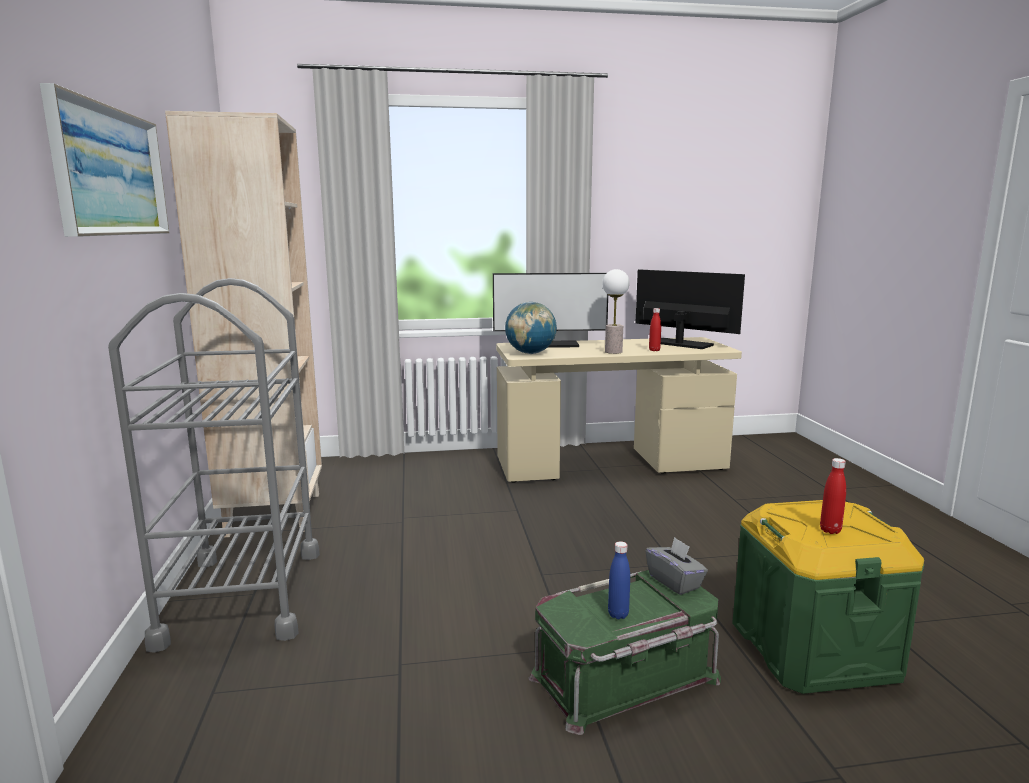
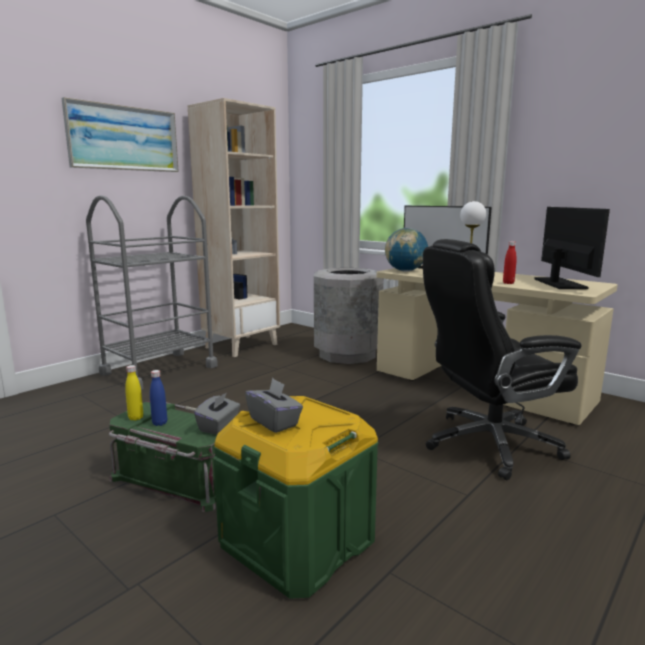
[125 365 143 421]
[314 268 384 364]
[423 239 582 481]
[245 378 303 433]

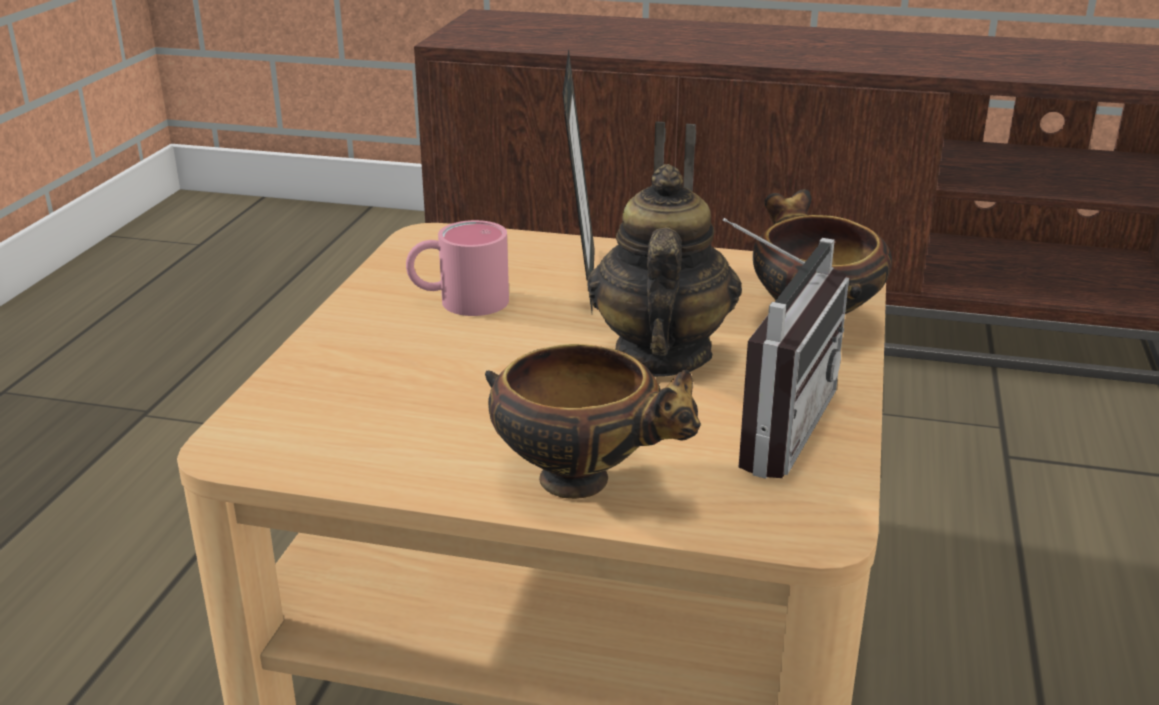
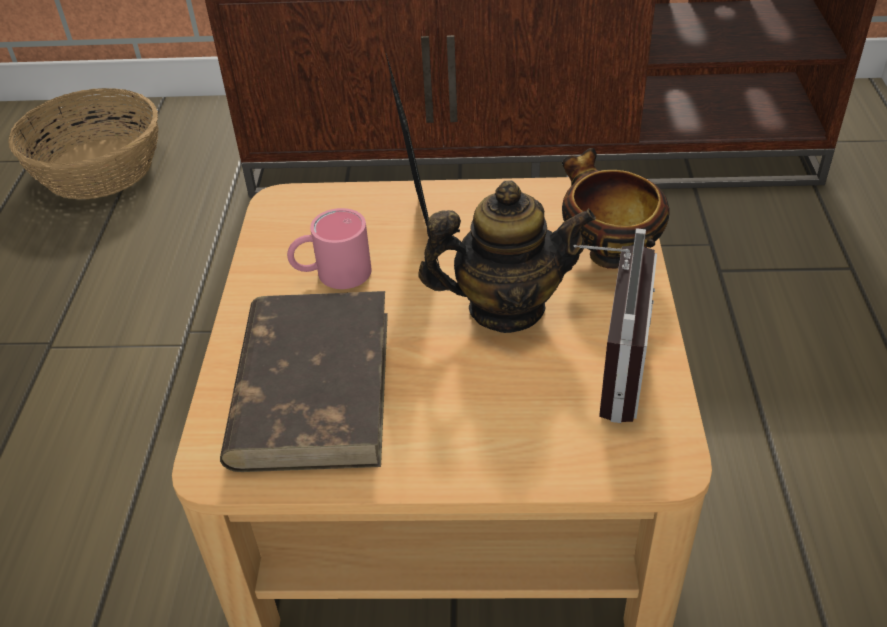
[485 344 701 499] (first image)
[8 88 159 199]
[220 291 388 472]
[418 180 596 333]

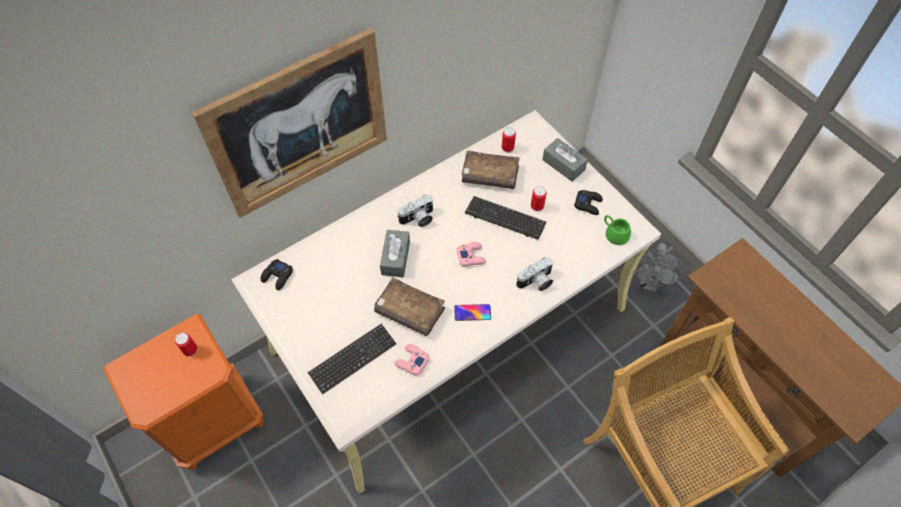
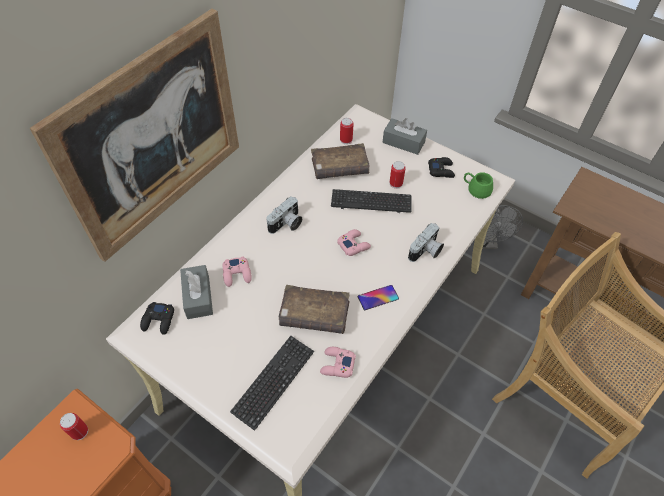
[223 256 252 287]
[180 265 213 319]

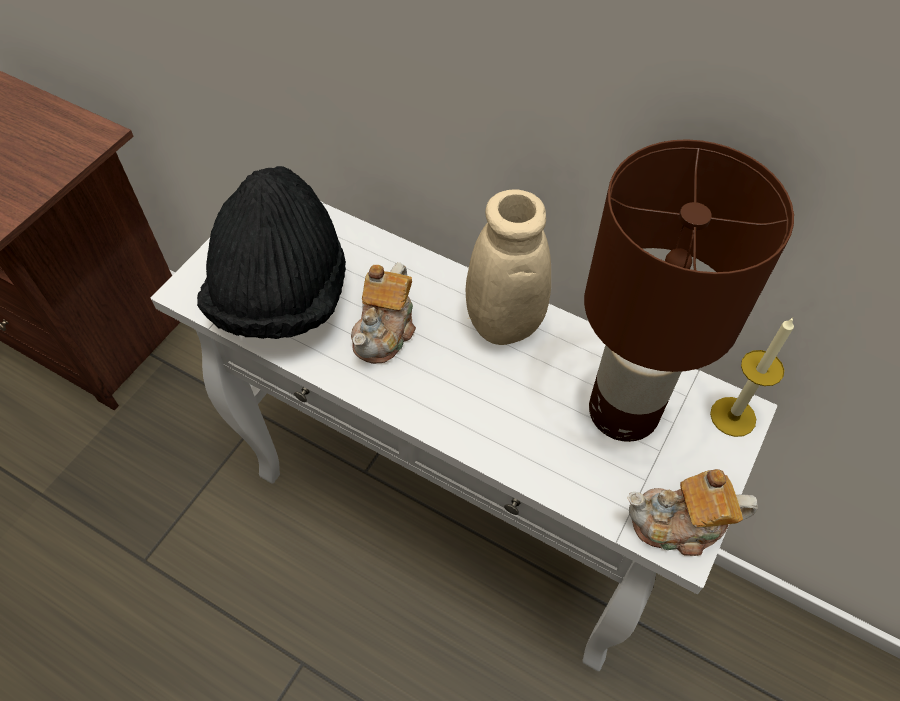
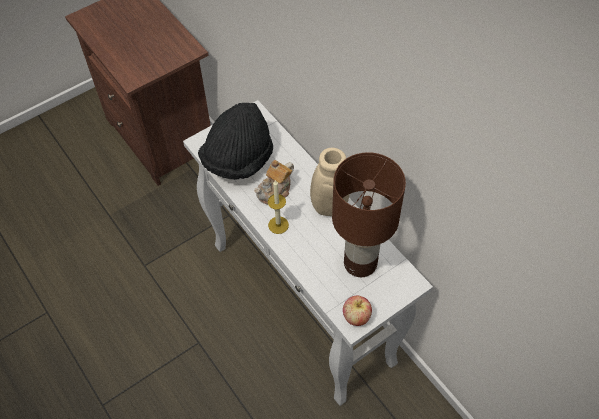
[268 180 289 234]
[343 295 372 326]

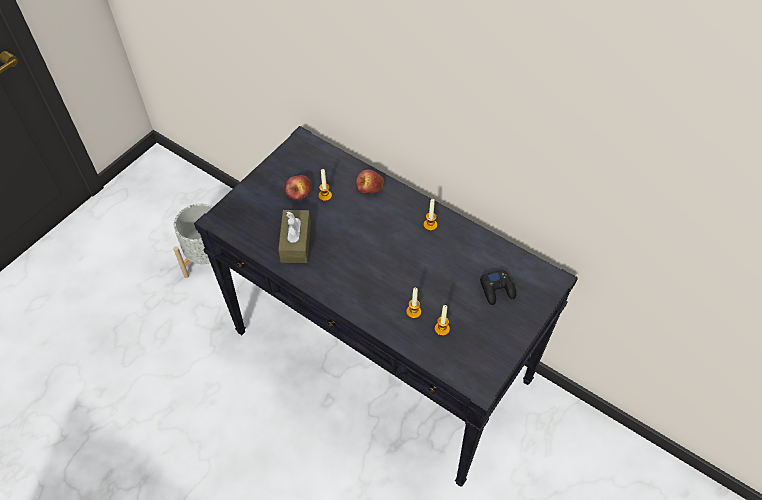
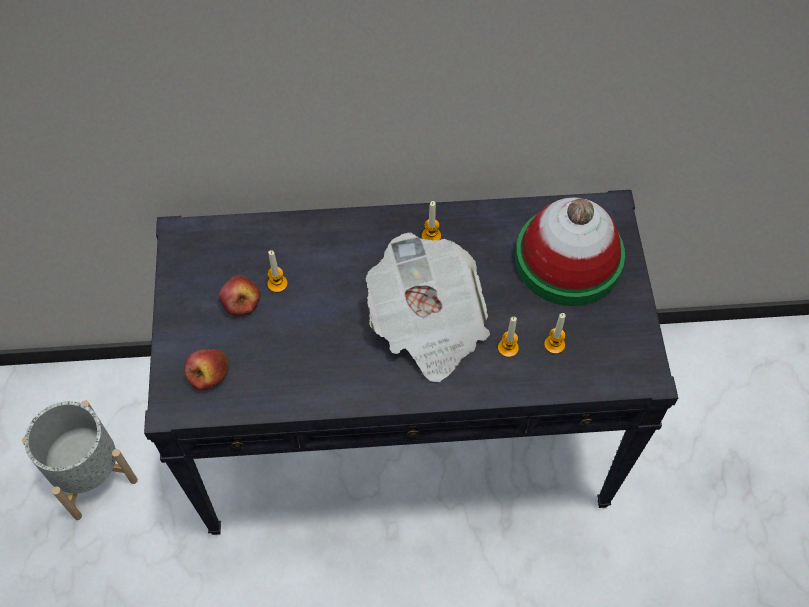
[278 210 311 263] (first image)
[366 232 490 382]
[184 349 229 390]
[515 197 625 306]

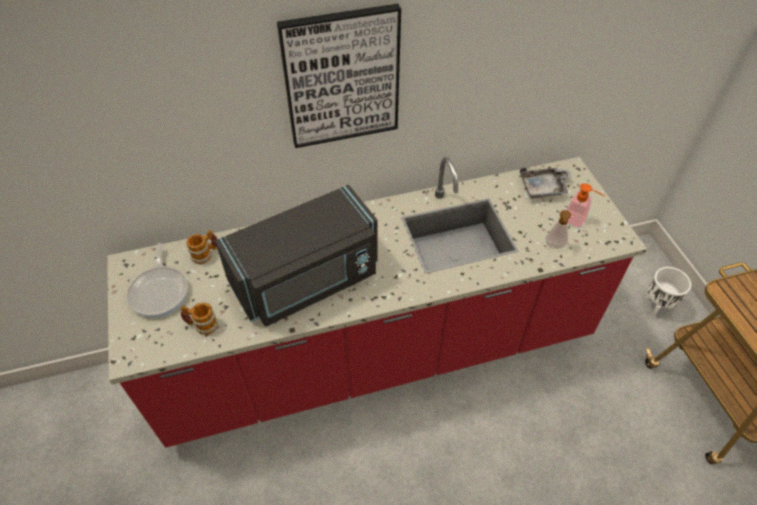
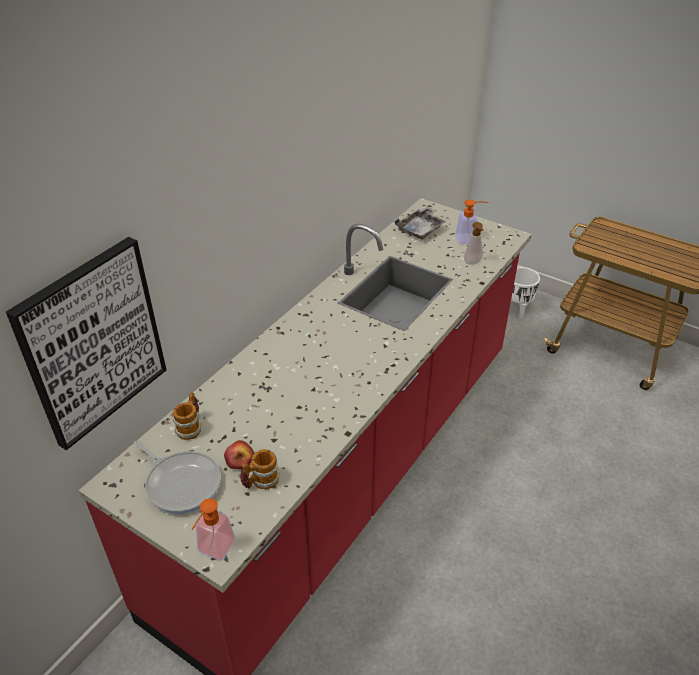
[215 185 378 327] (first image)
[191 498 236 560]
[224 440 254 469]
[6 237 166 450]

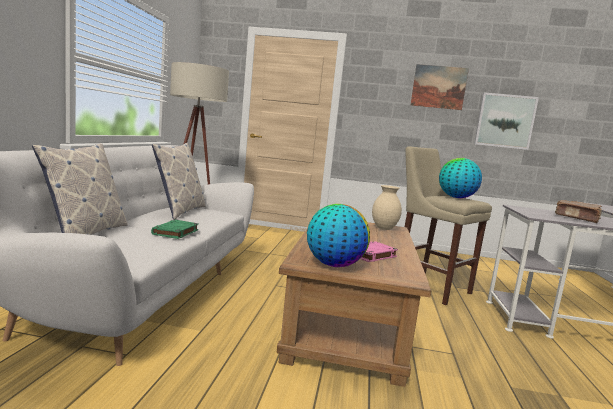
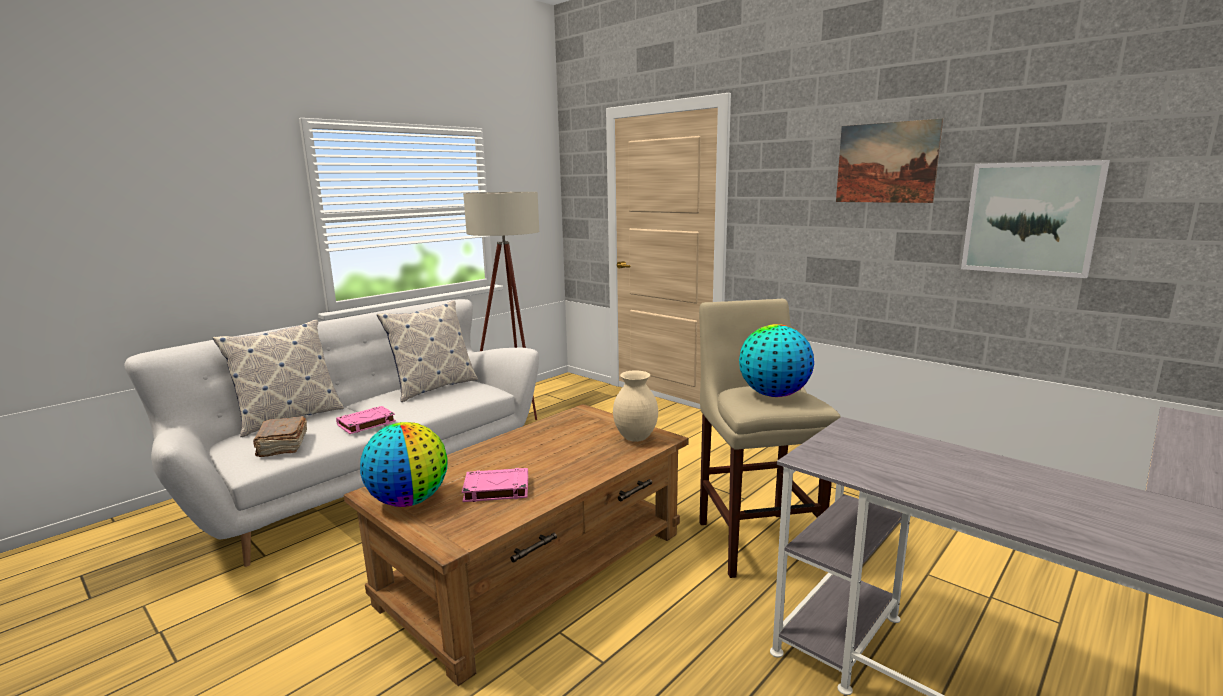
[253 416 307 457]
[336 406 396 434]

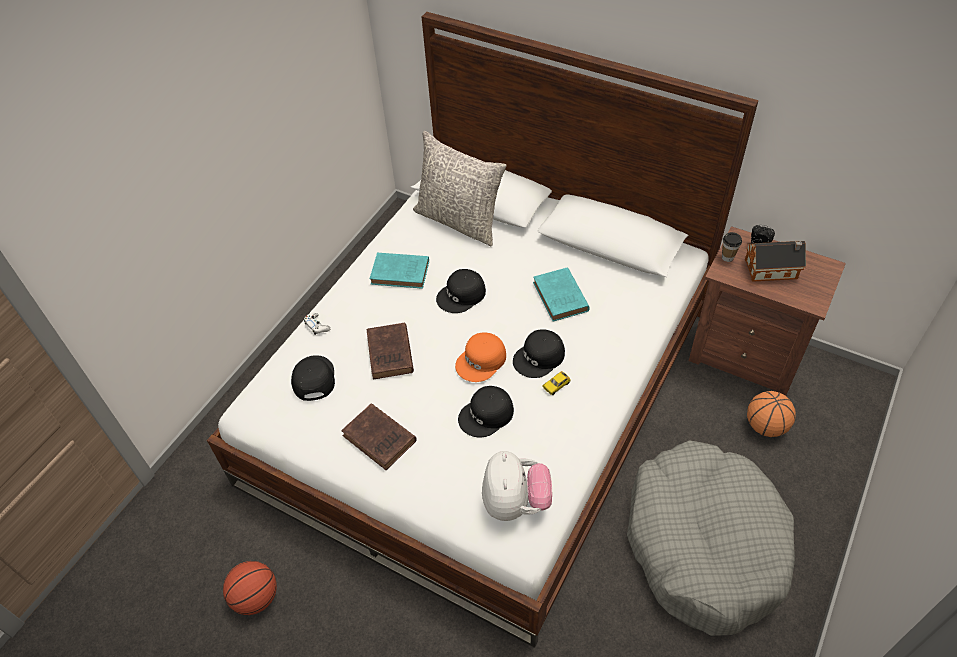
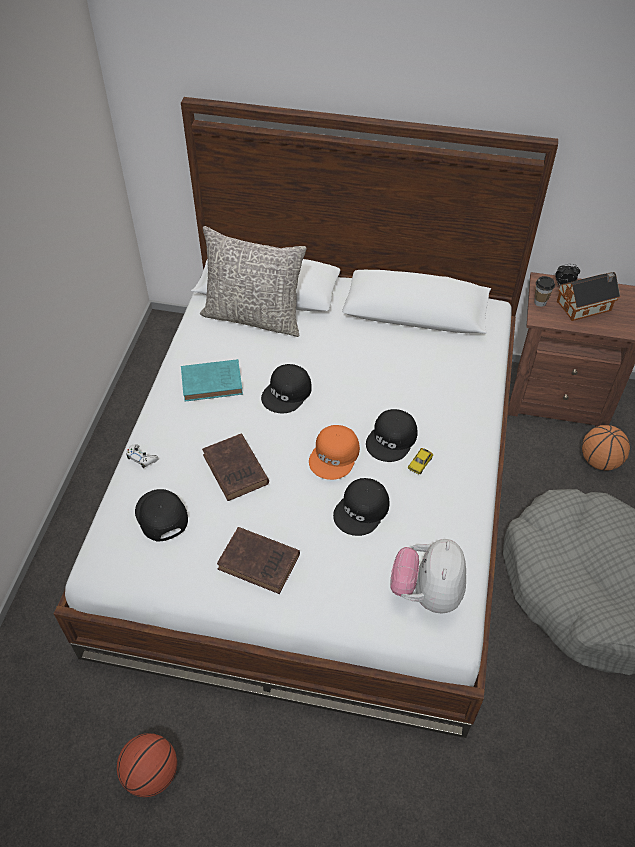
[533 267 590 321] (first image)
[390 539 466 613]

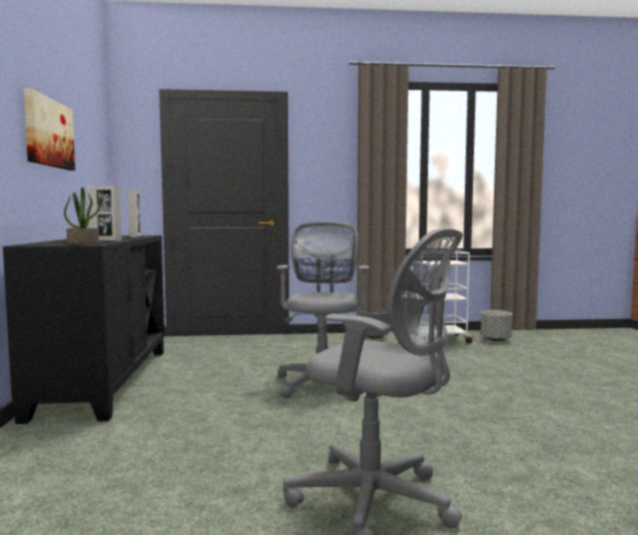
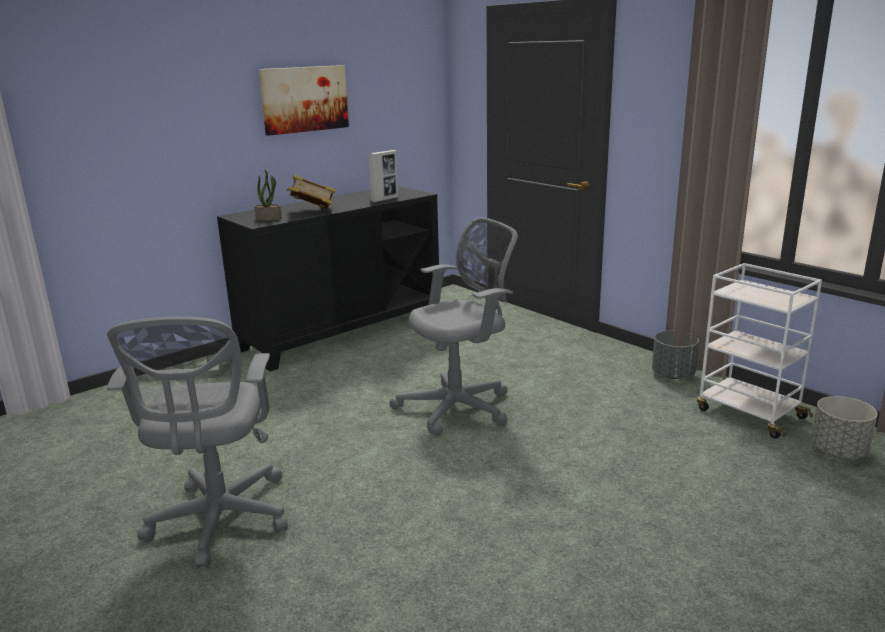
[286 175 336 209]

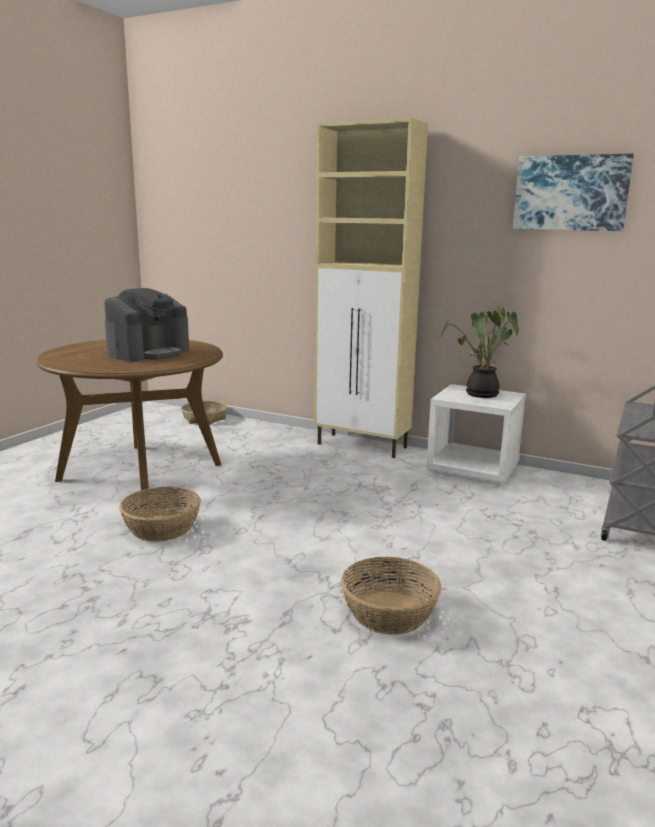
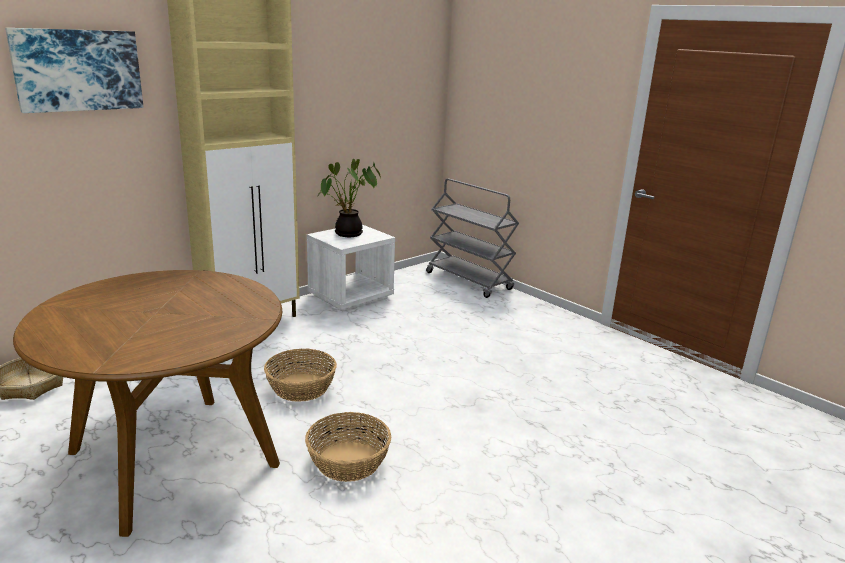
[104 288 189 362] (first image)
[264 349 337 402]
[5 28 143 113]

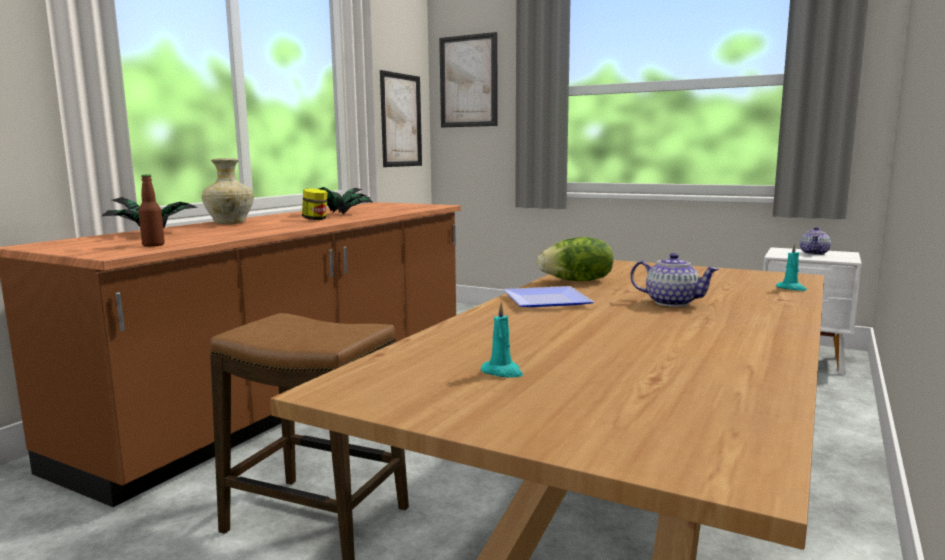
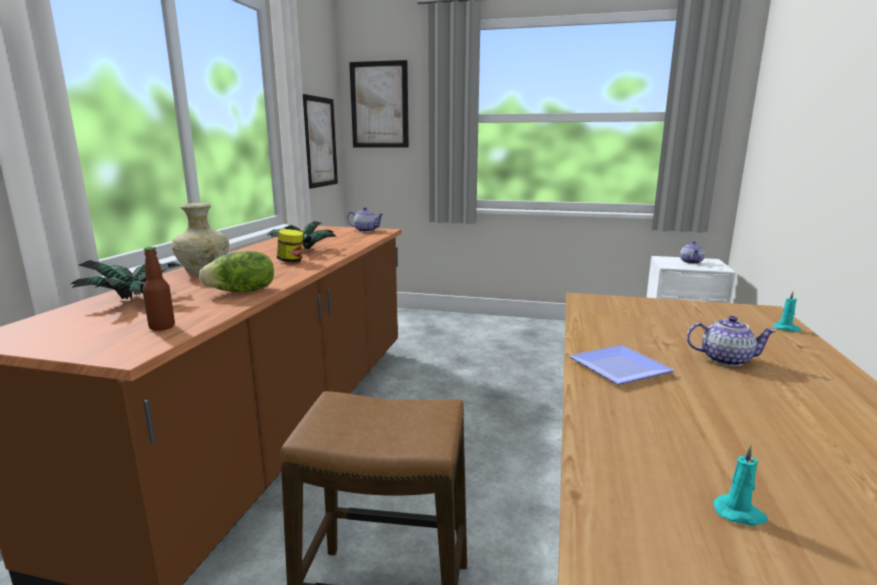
[347 207 384 232]
[199 251 274 292]

